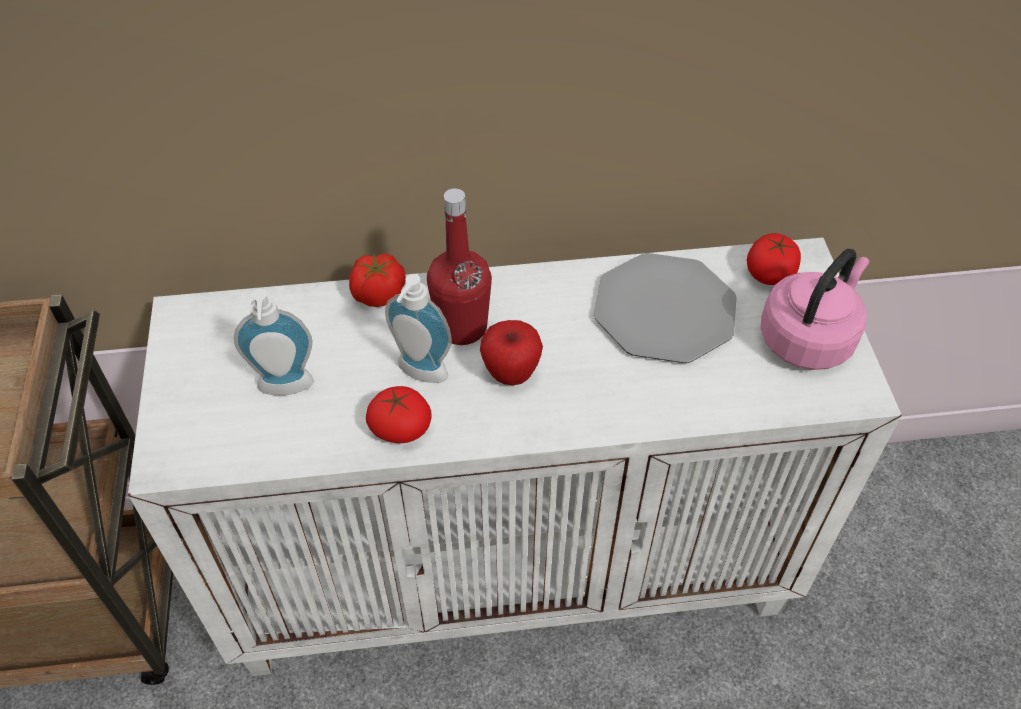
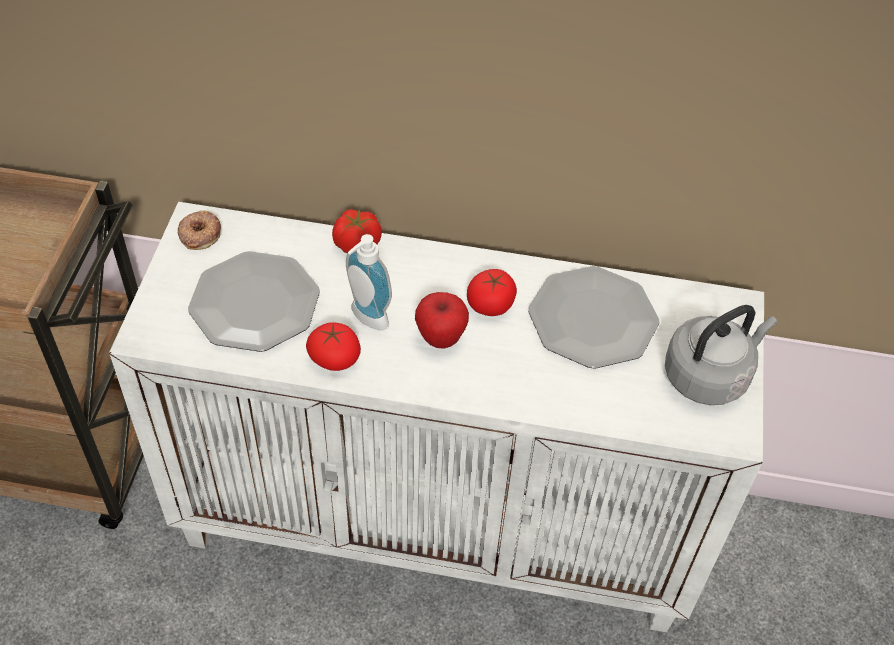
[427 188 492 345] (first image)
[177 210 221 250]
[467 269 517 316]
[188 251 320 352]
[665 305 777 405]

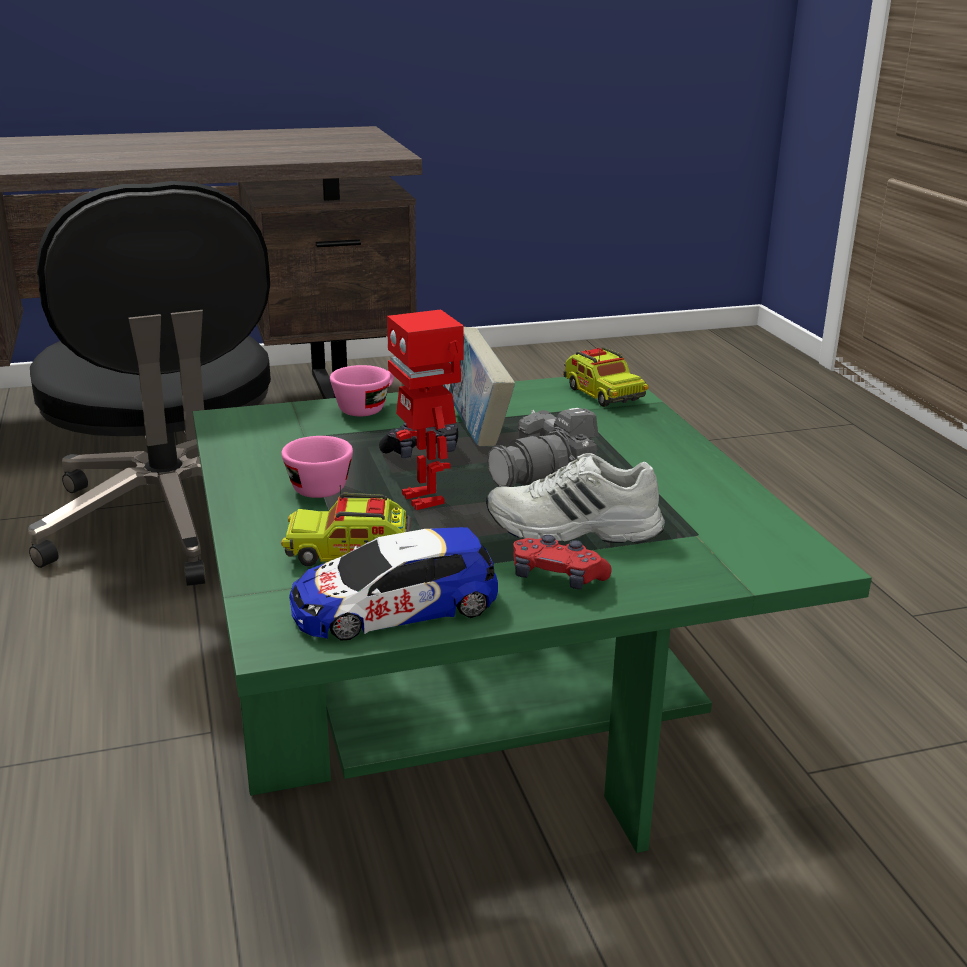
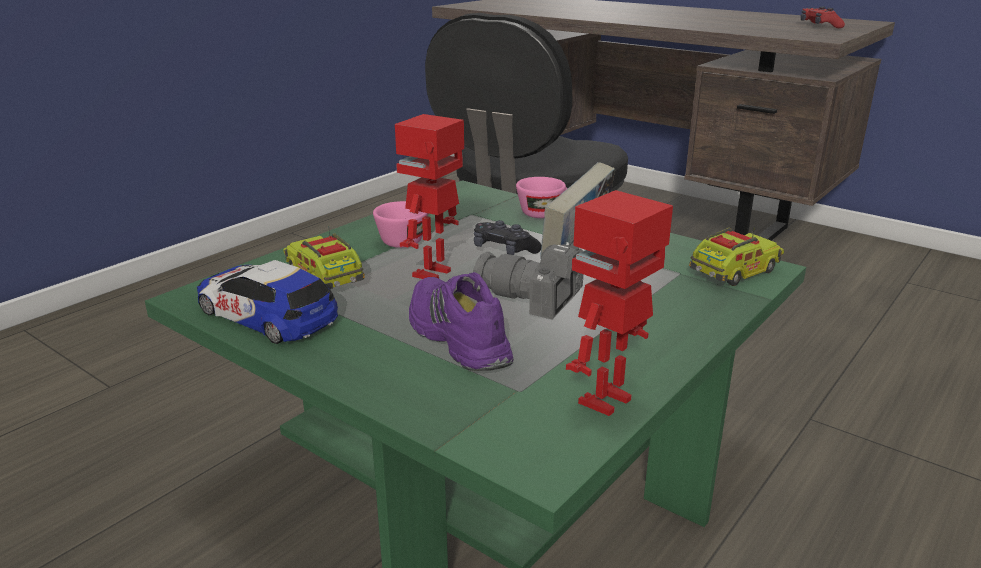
[566 190 673 416]
[801 6 845 28]
[409 272 513 371]
[689 227 784 286]

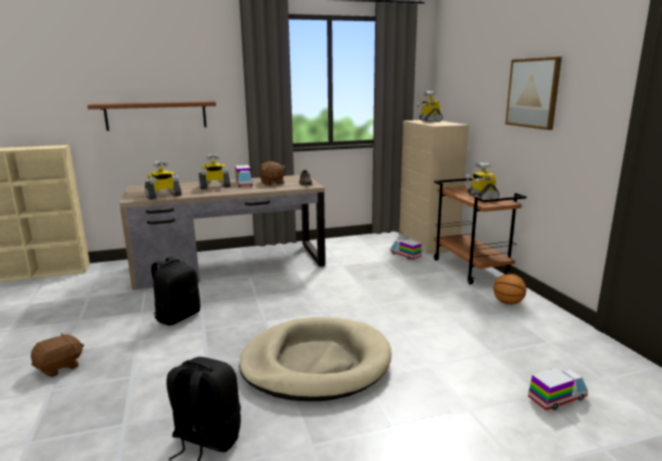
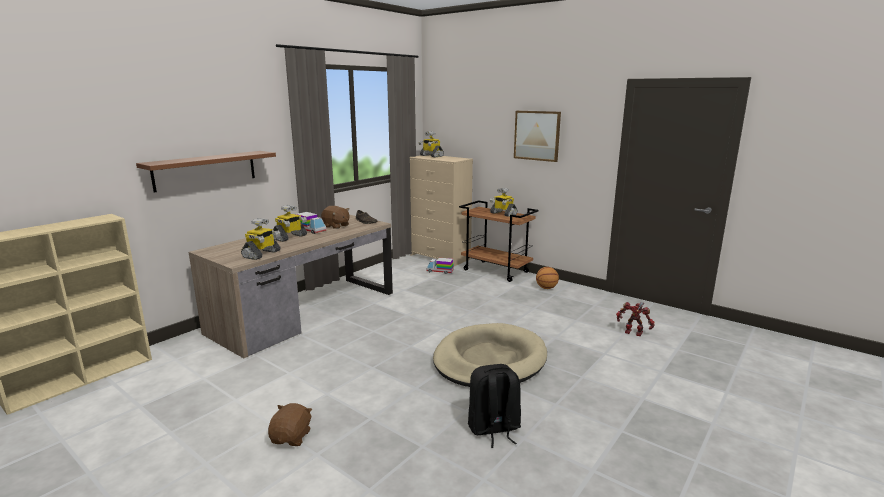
[151 257 200 325] (first image)
[616 302 655 336]

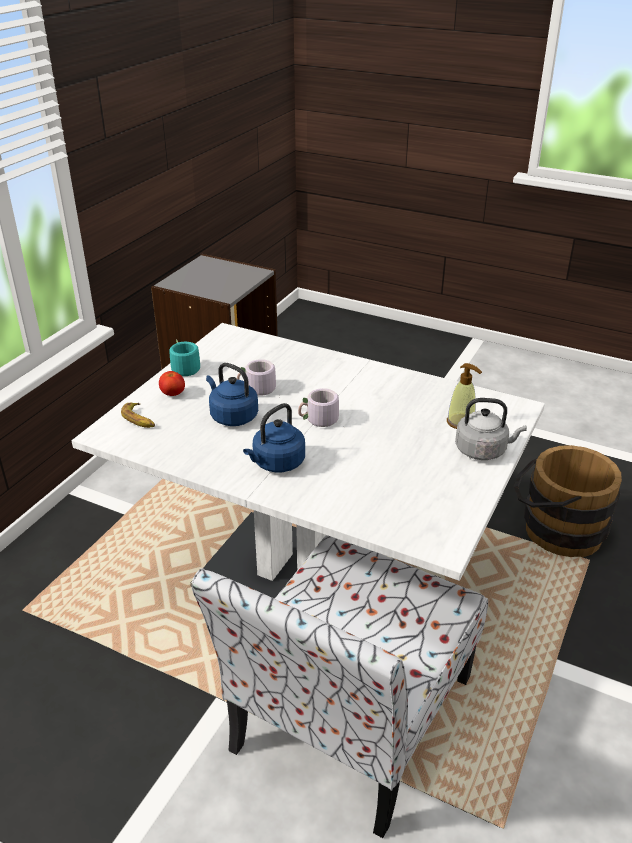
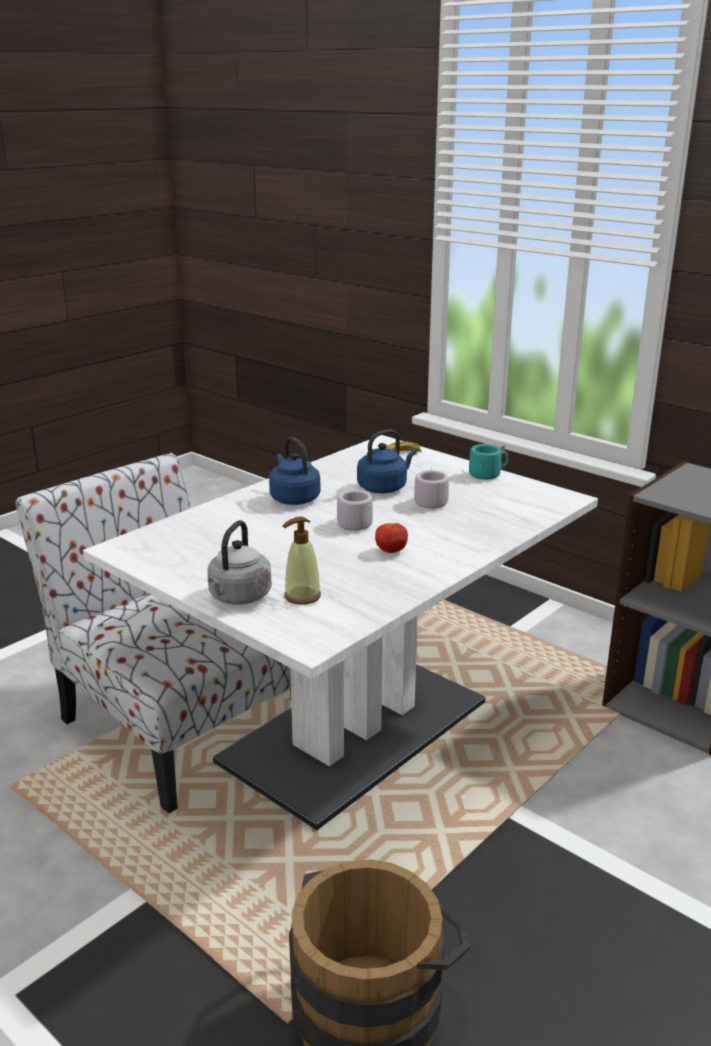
[375 523 408 553]

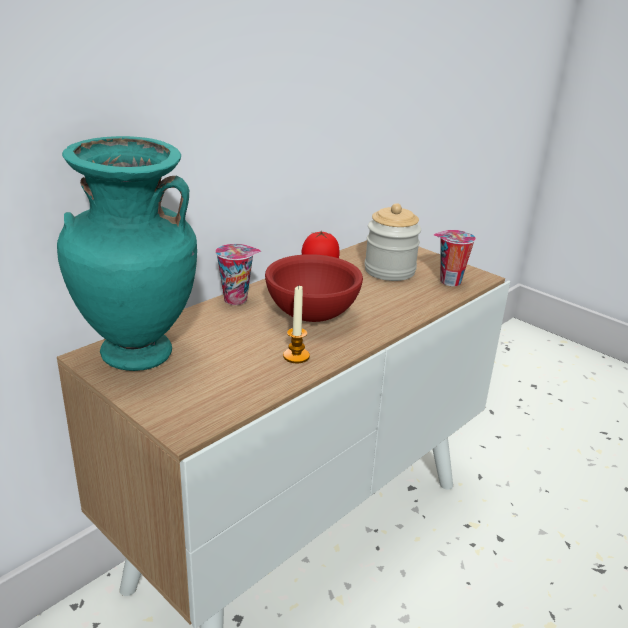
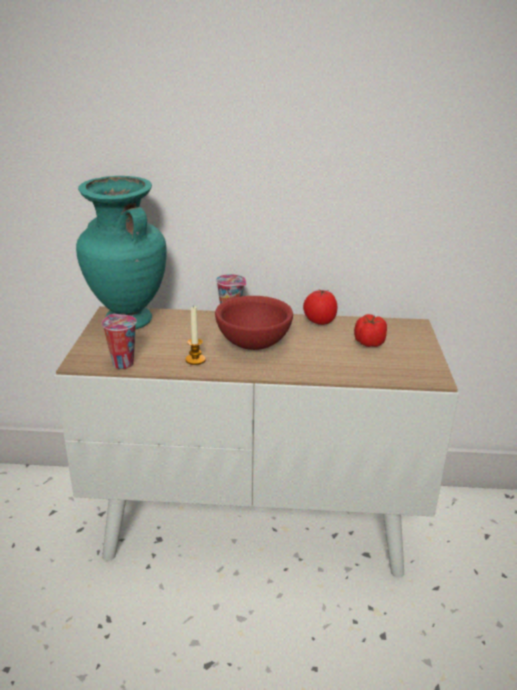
[102 314 137 369]
[354 314 387 347]

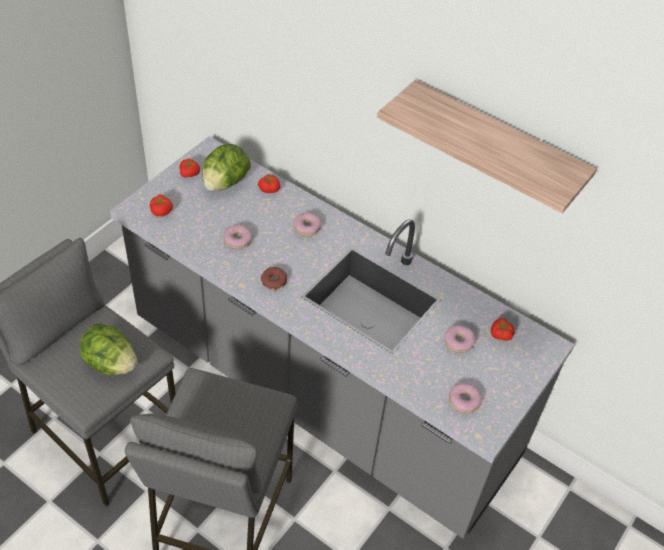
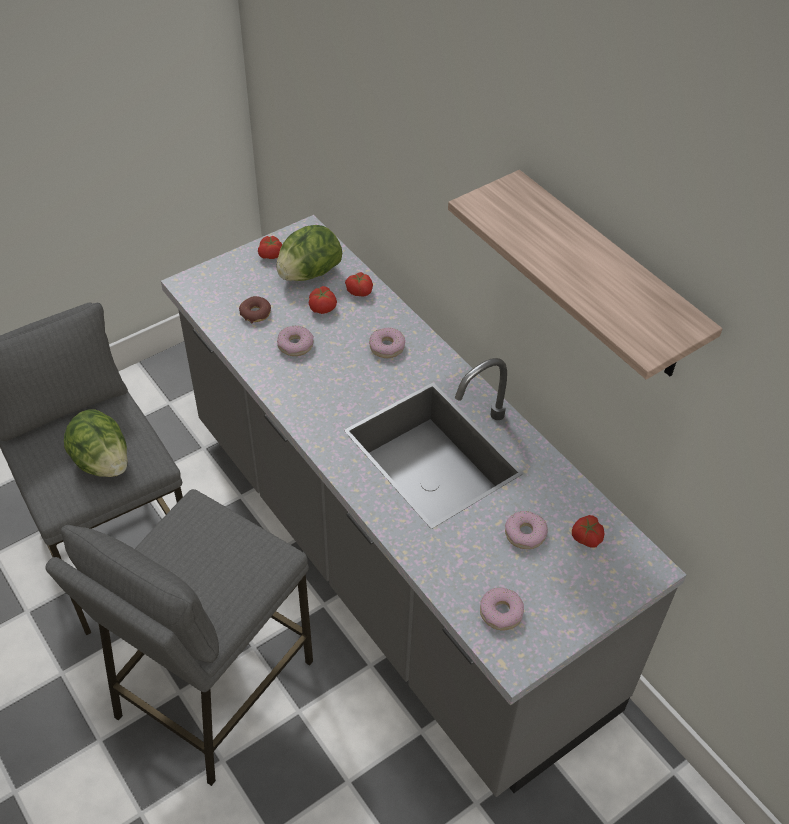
[309 286 337 314]
[239 296 271 323]

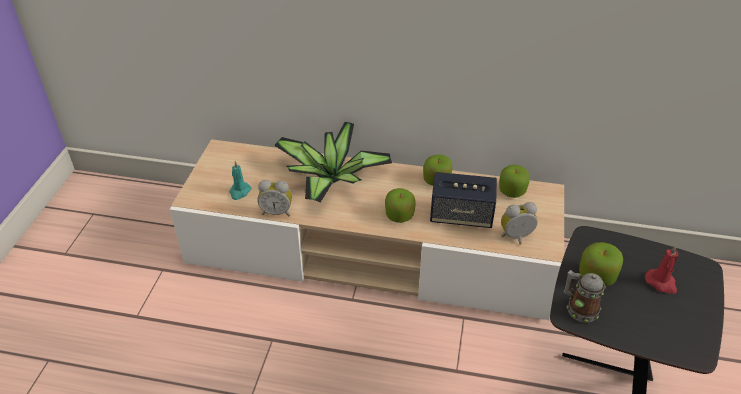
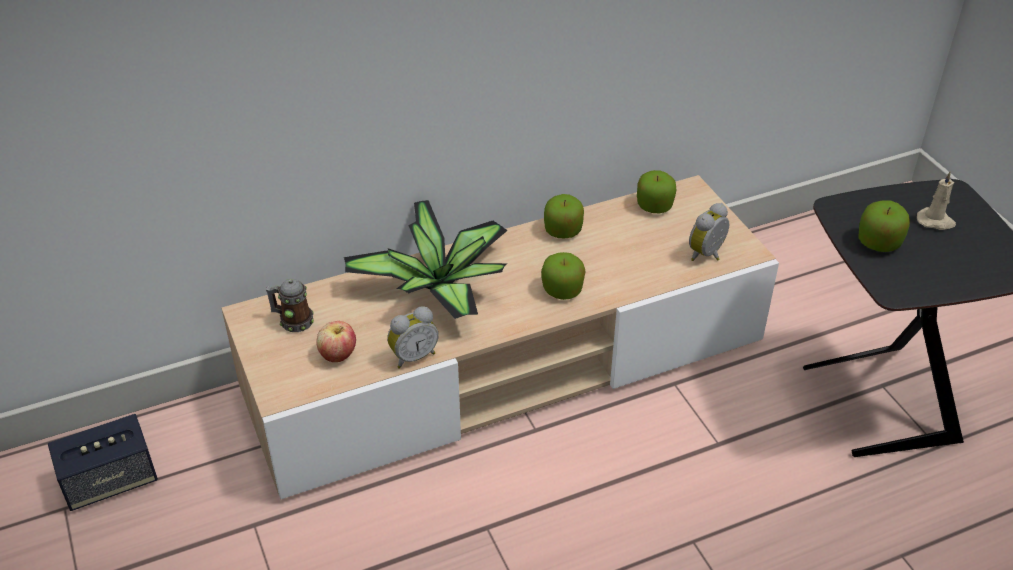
[48 414 158 511]
[266 279 314 332]
[316 321 356 362]
[917 171 956 230]

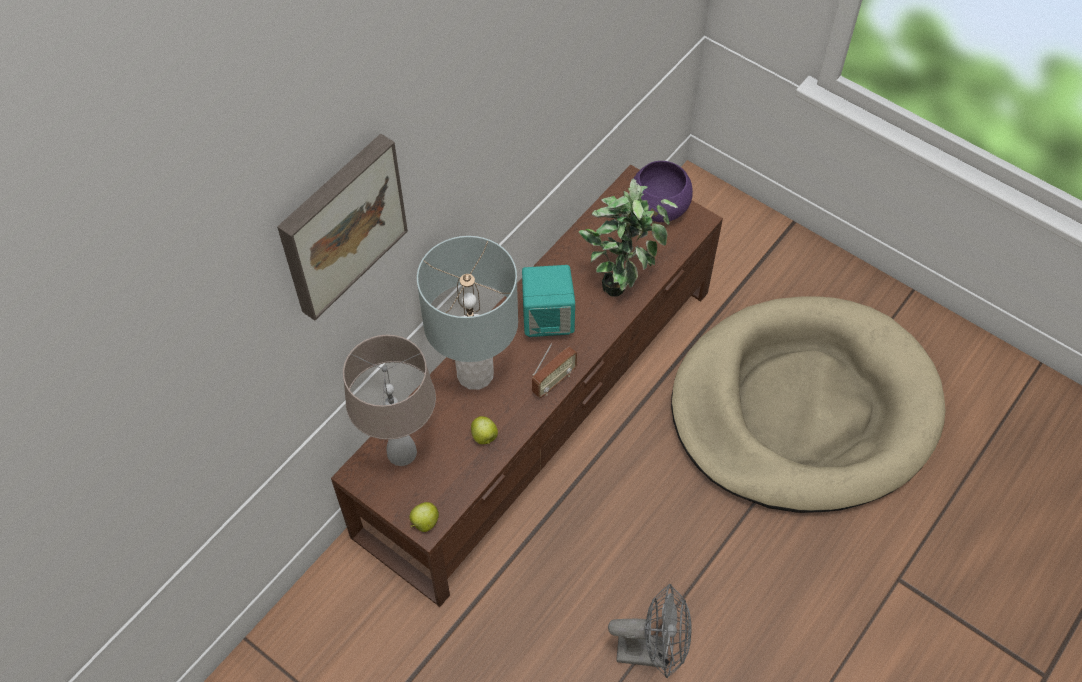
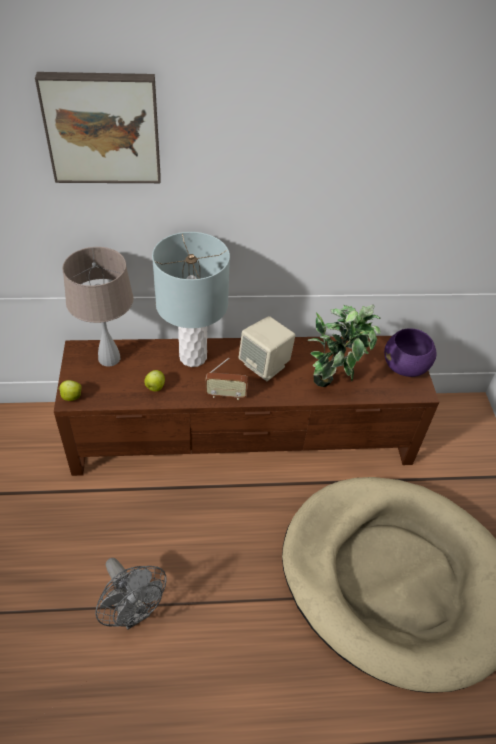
[238 316 295 381]

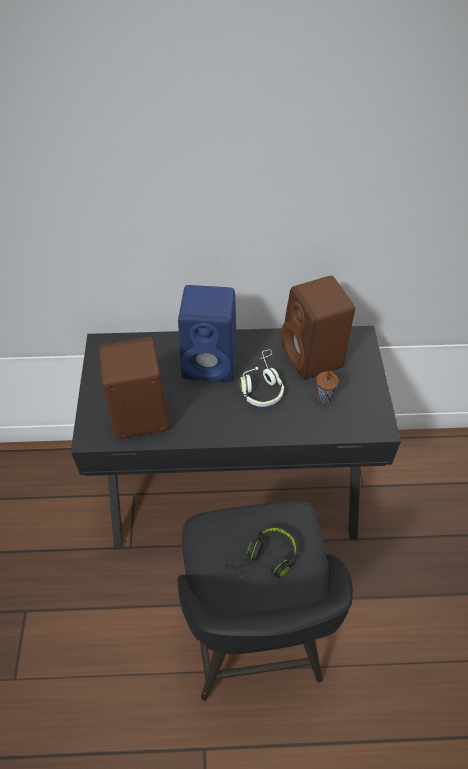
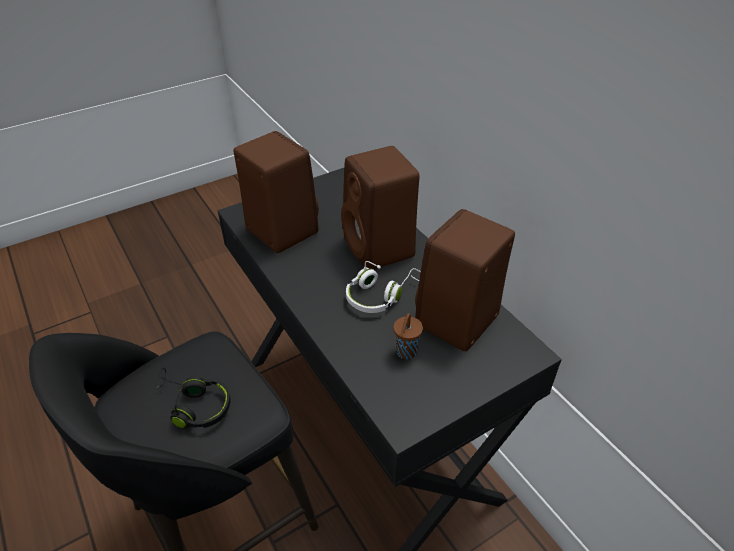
[341 146 419 269]

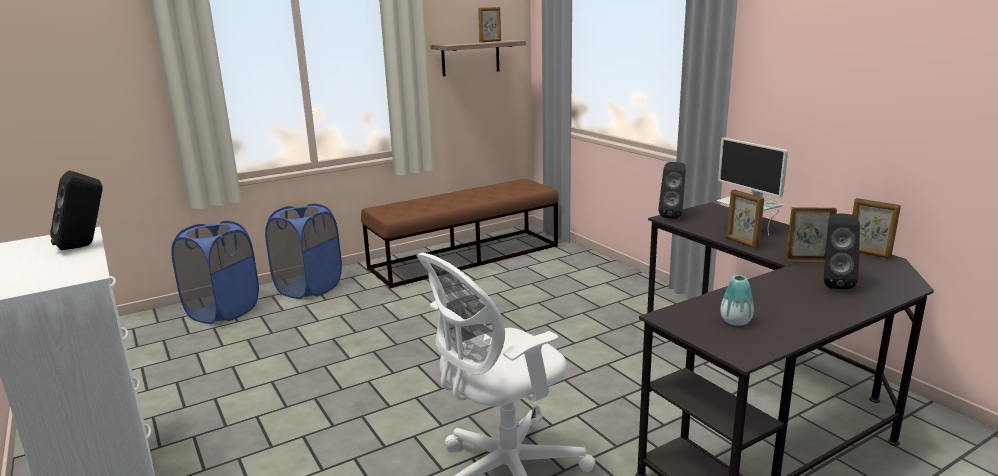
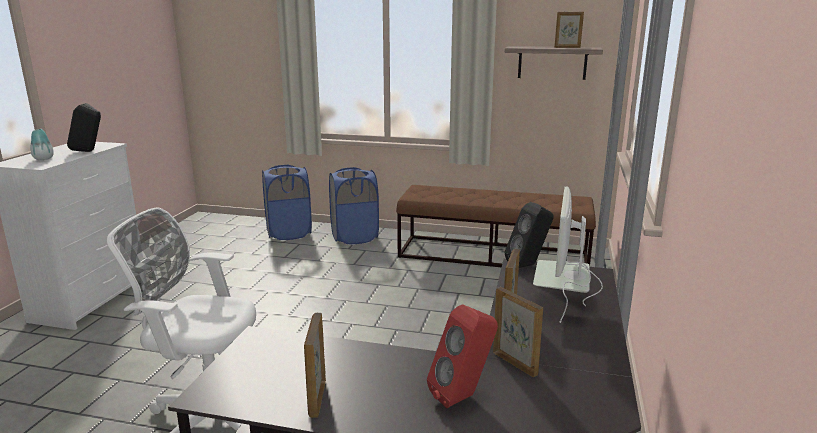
[30 129 54 160]
[304 313 326 418]
[427 304 498 408]

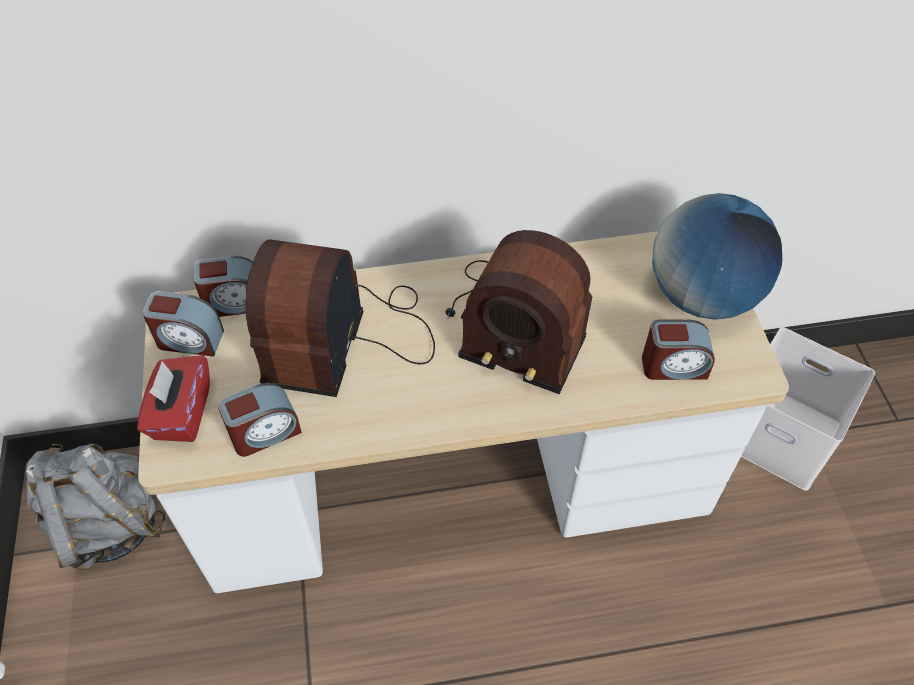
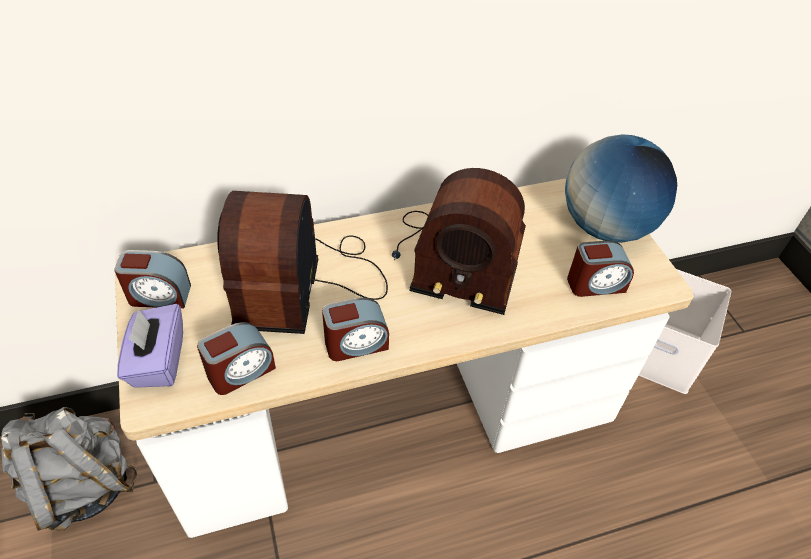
[322 297 389 361]
[117 304 183 388]

